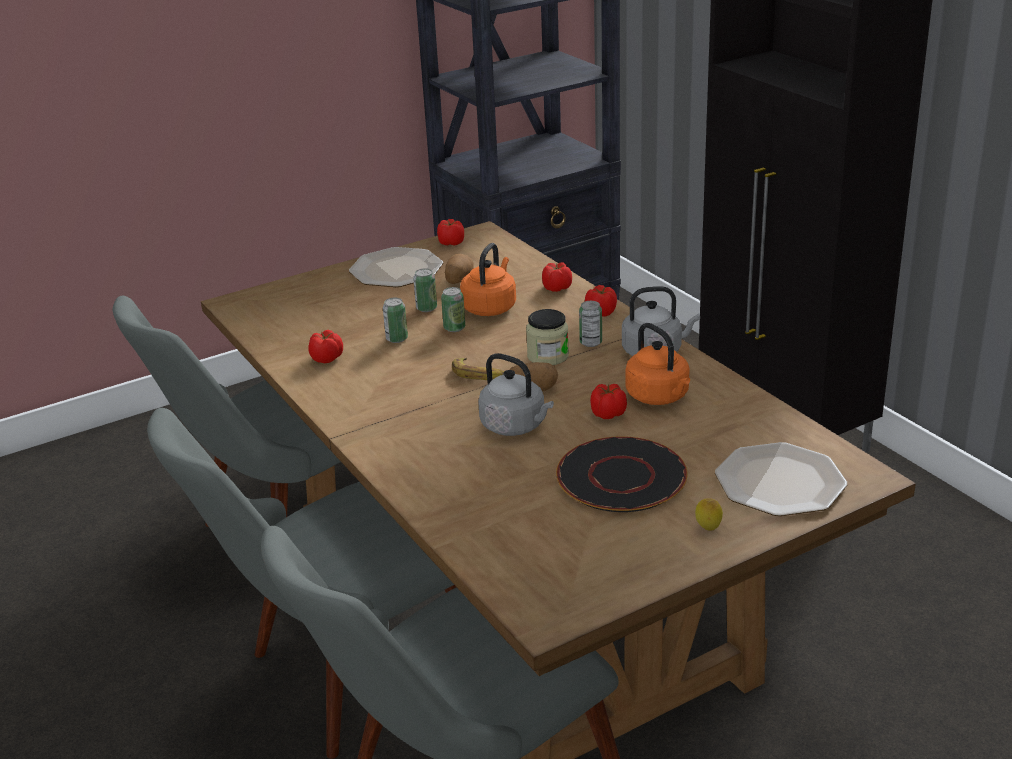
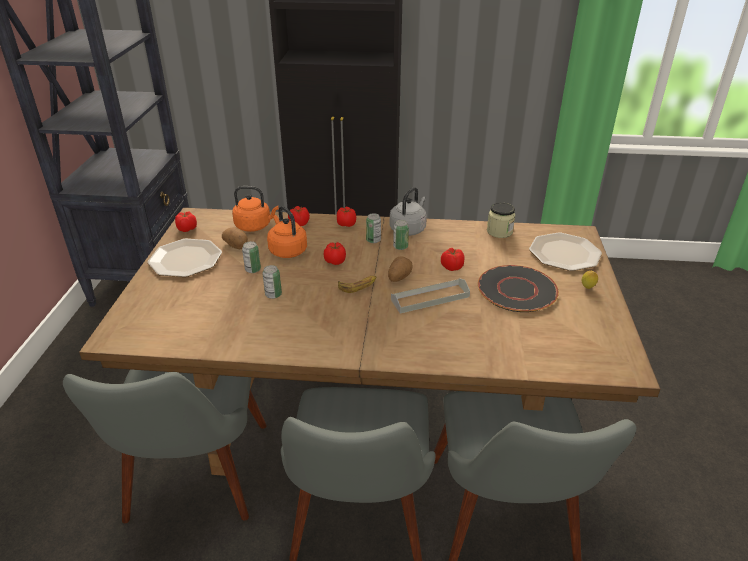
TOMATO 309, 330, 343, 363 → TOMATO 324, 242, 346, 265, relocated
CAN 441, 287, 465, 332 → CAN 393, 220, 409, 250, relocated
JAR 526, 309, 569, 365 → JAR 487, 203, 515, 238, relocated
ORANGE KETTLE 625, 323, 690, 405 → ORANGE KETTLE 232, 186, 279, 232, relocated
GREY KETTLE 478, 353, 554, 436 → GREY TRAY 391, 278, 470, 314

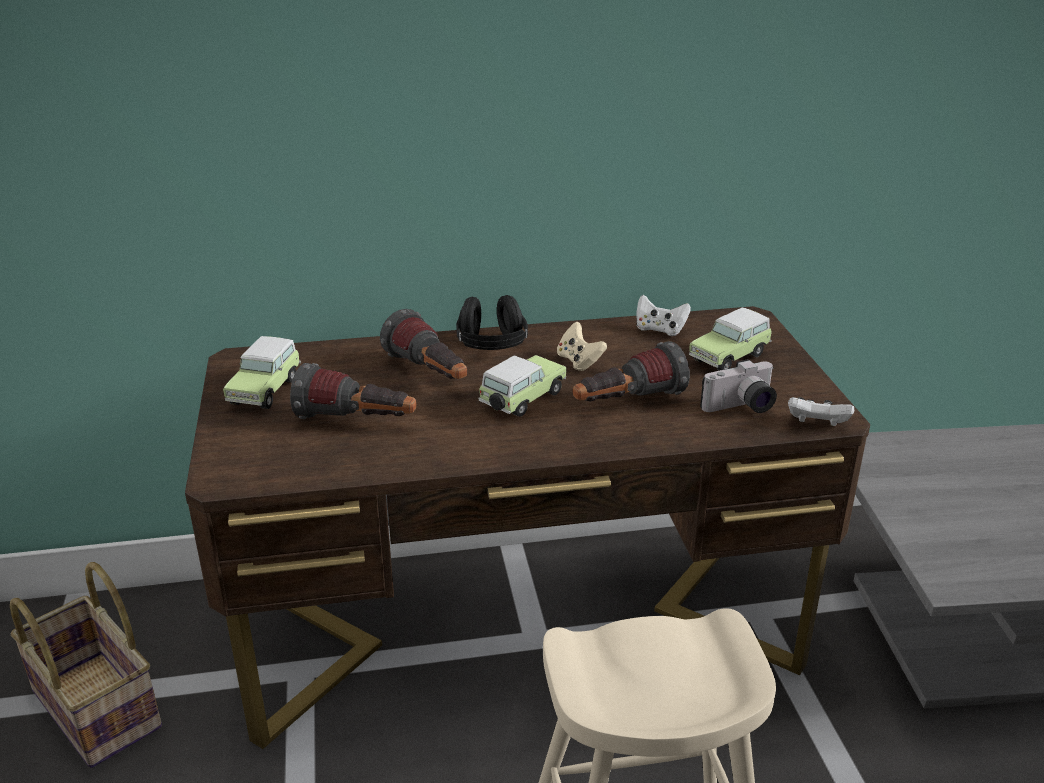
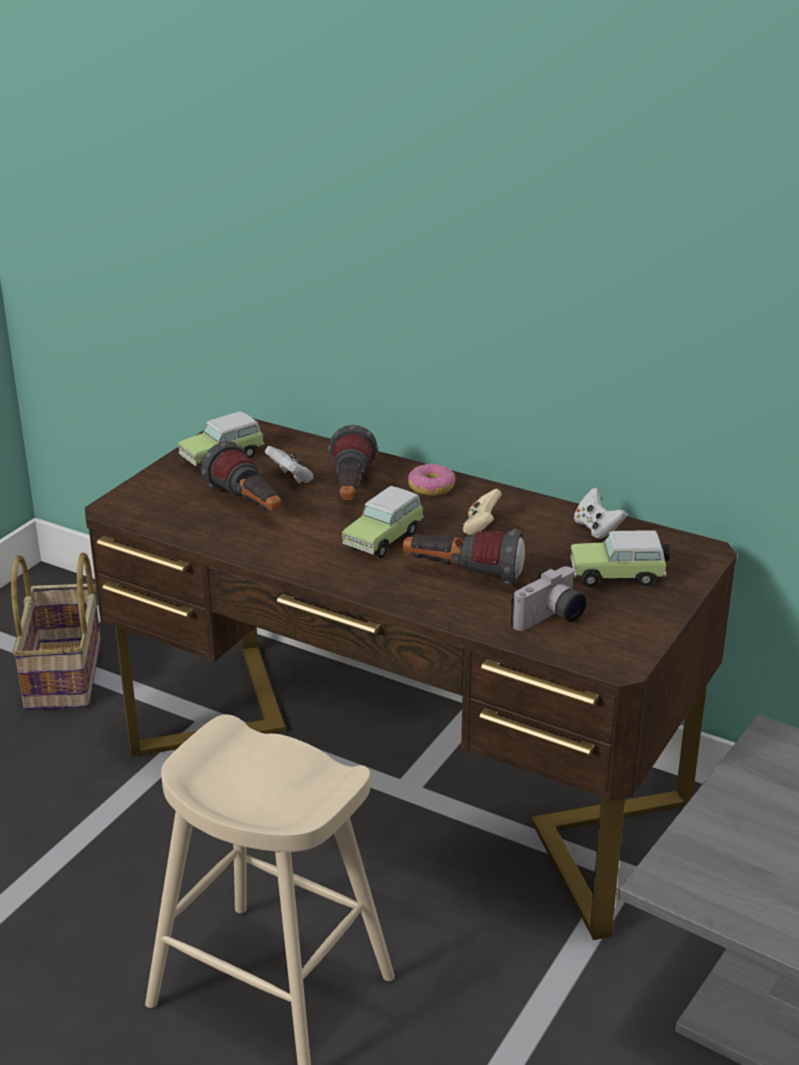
WHITE GAME CONTROLLER 788, 397, 854, 426 → WHITE GAME CONTROLLER 265, 446, 314, 484, relocated
BLACK HEADPHONES 456, 295, 528, 350 → DONUT 408, 464, 455, 496
TOY CAR 478, 355, 567, 417 → TOY CAR 342, 486, 424, 559, 135 degrees clockwise
PHOTO CAMERA 700, 359, 777, 413 → PHOTO CAMERA 511, 566, 586, 631, 60 degrees counterclockwise

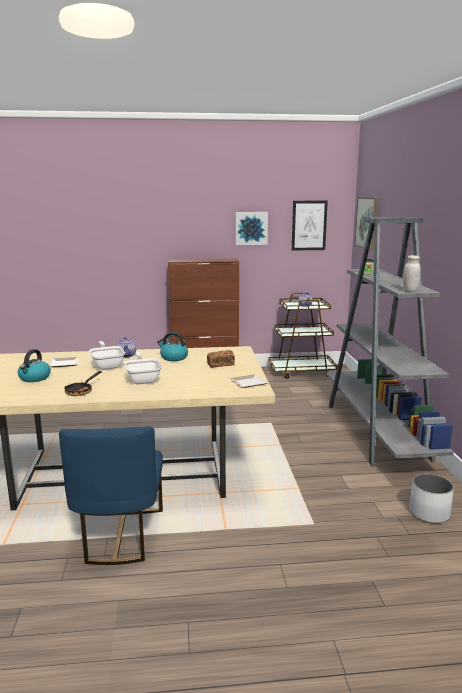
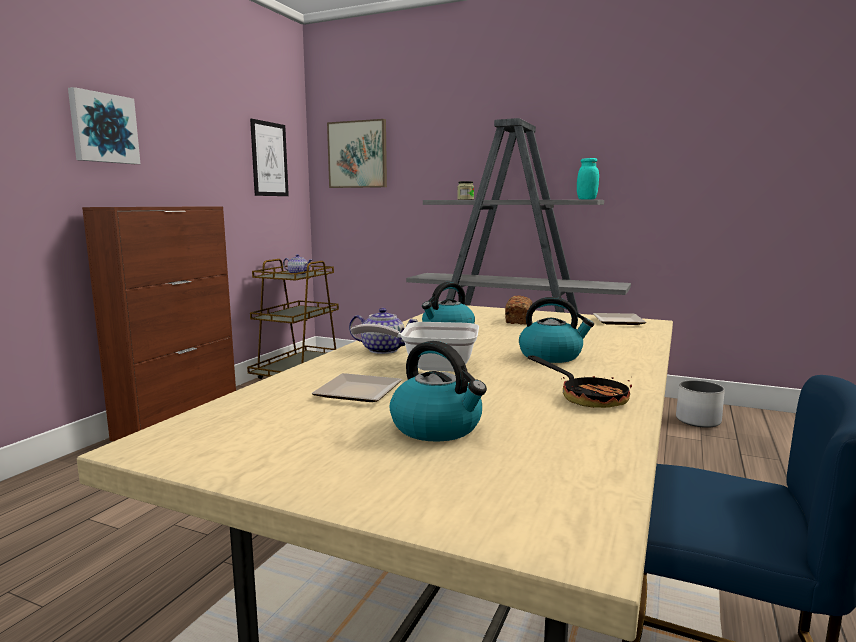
PICTURE 235, 212, 268, 245 → PICTURE 68, 87, 140, 164, relocated
FRYING PAN 124, 352, 162, 384 → KETTLE 519, 297, 594, 363
WHITE JAR 403, 255, 420, 292 → TURQUOISE JAR 577, 158, 599, 200

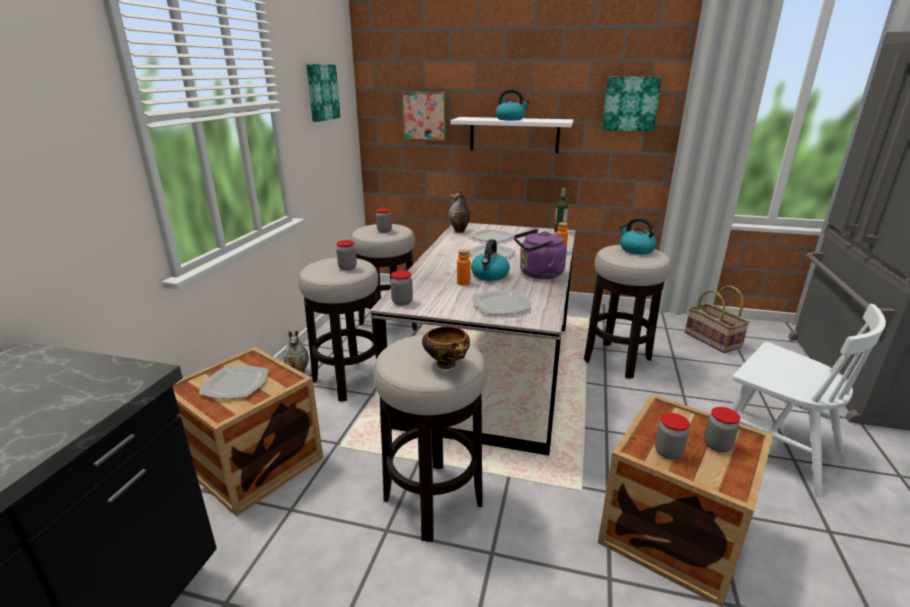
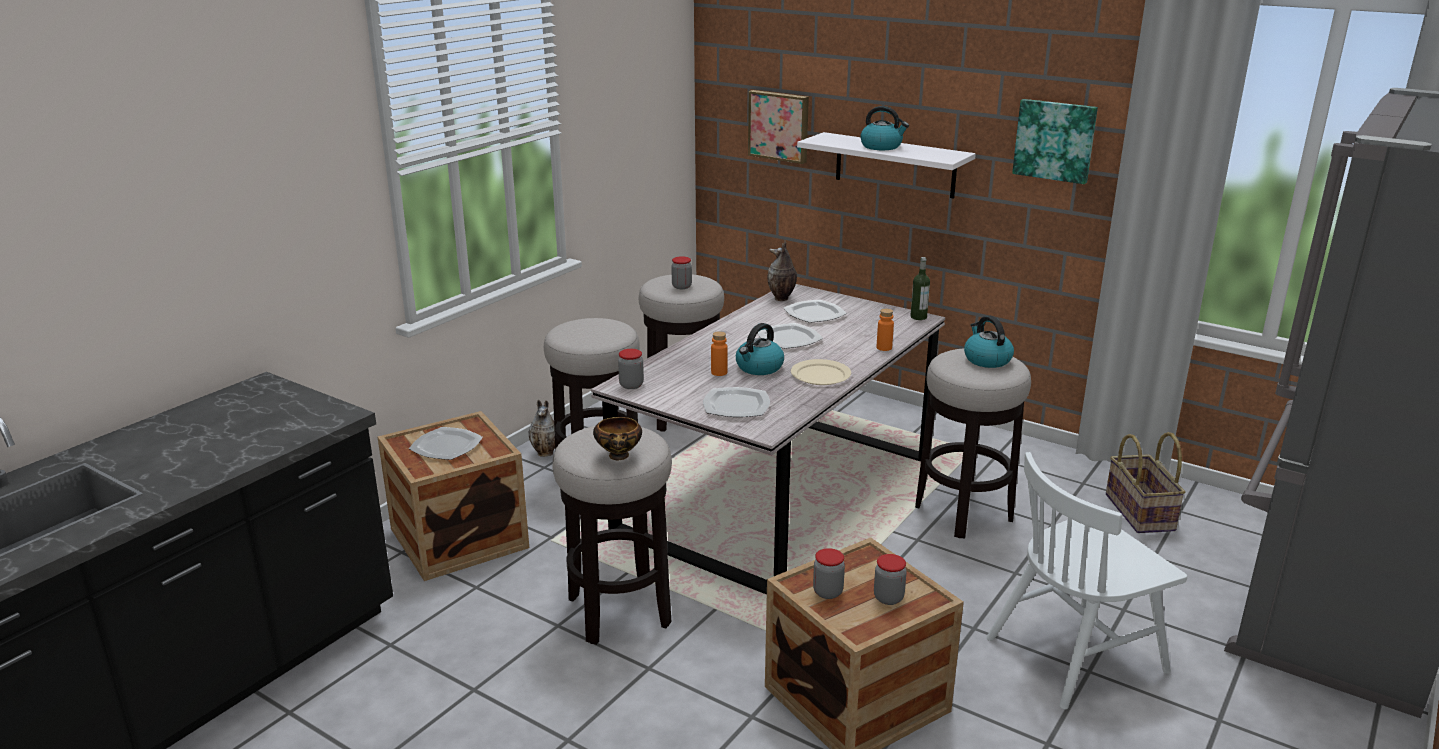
PICTURE 306, 64, 340, 122 → -
JAR 336, 240, 357, 270 → -
PURPLE KETTLE 514, 229, 567, 279 → BEIGE PLATE 791, 359, 851, 385
WHITE CHAIR 730, 304, 886, 497 → WHITE CHAIR 986, 452, 1187, 710, 90 degrees clockwise

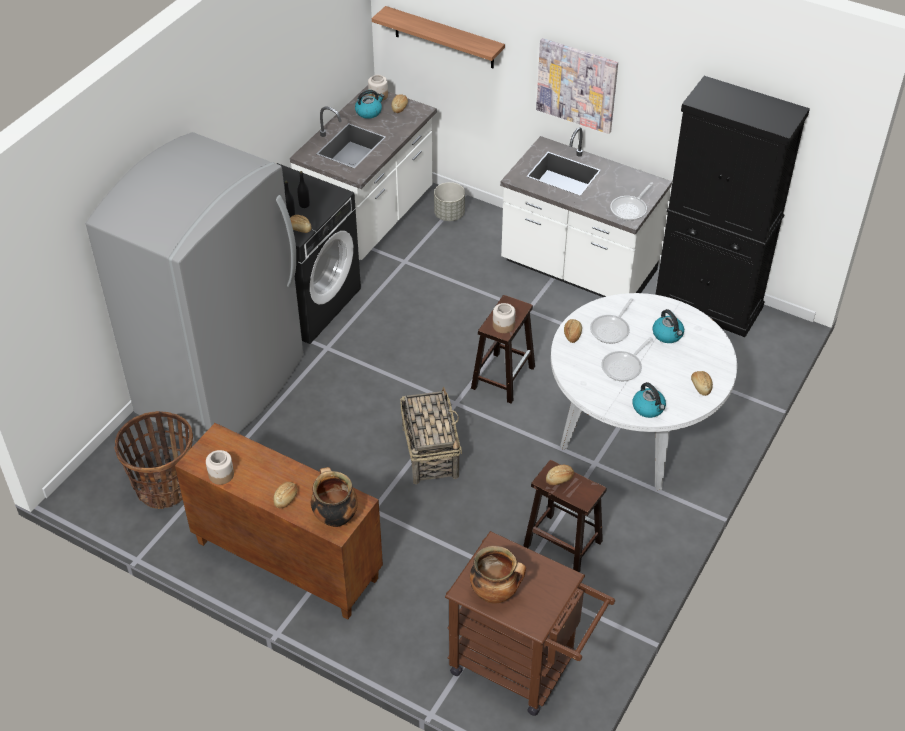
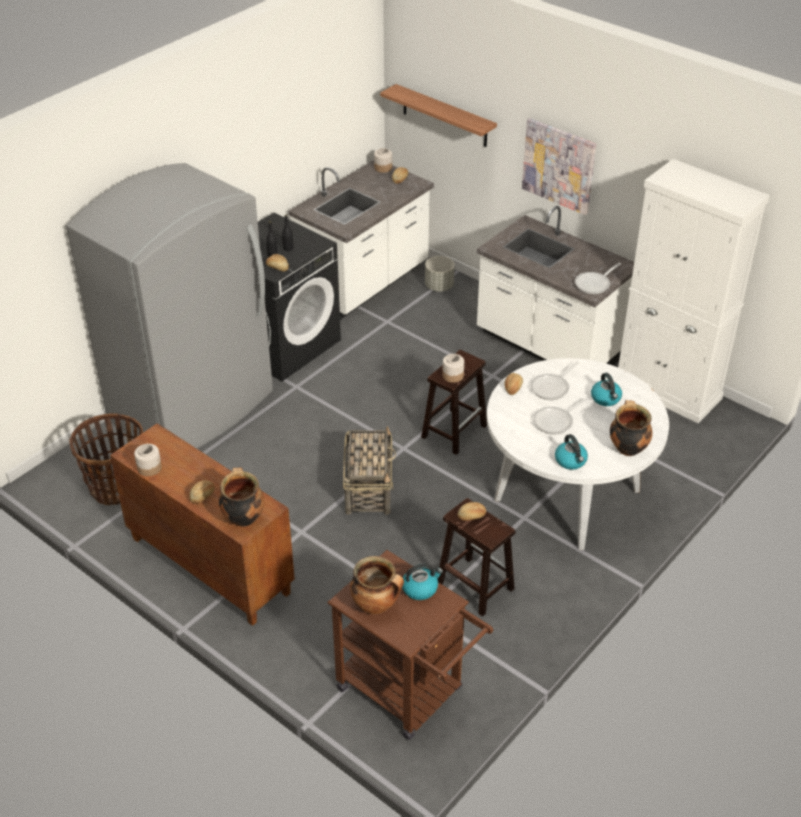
KETTLE 355, 90, 384, 119 → KETTLE 402, 564, 443, 600, relocated
BREAD 691, 371, 713, 396 → COOKING POT 610, 400, 652, 456
BLACK CABINET 655, 76, 810, 337 → WHITE CABINET 618, 159, 770, 423

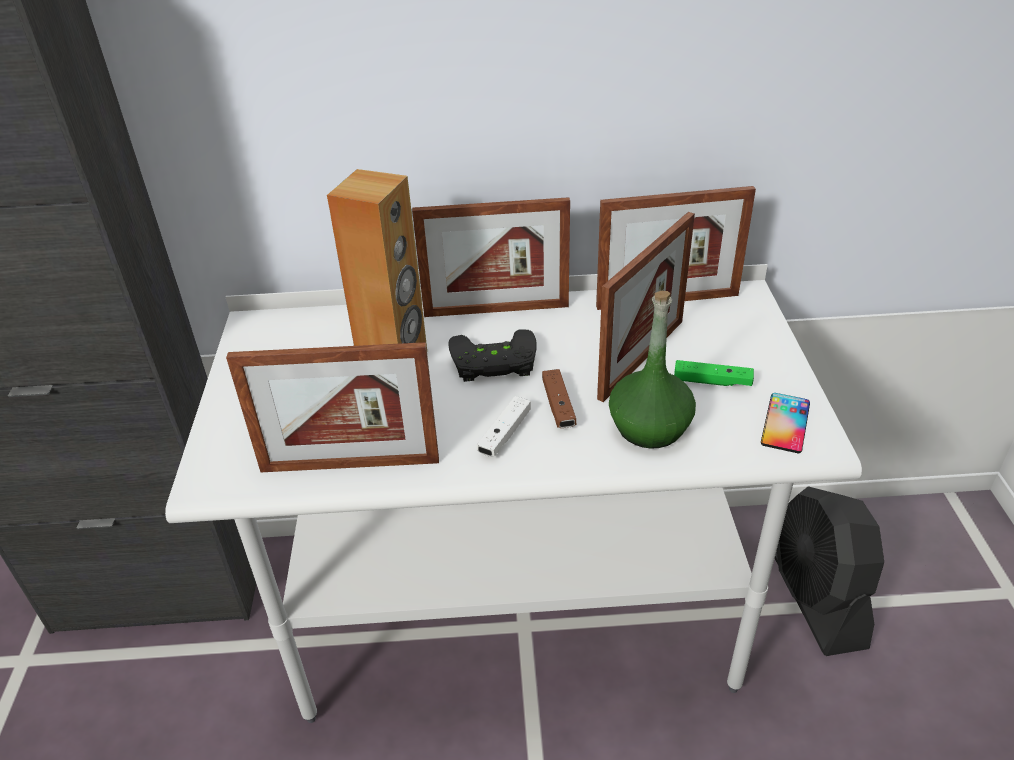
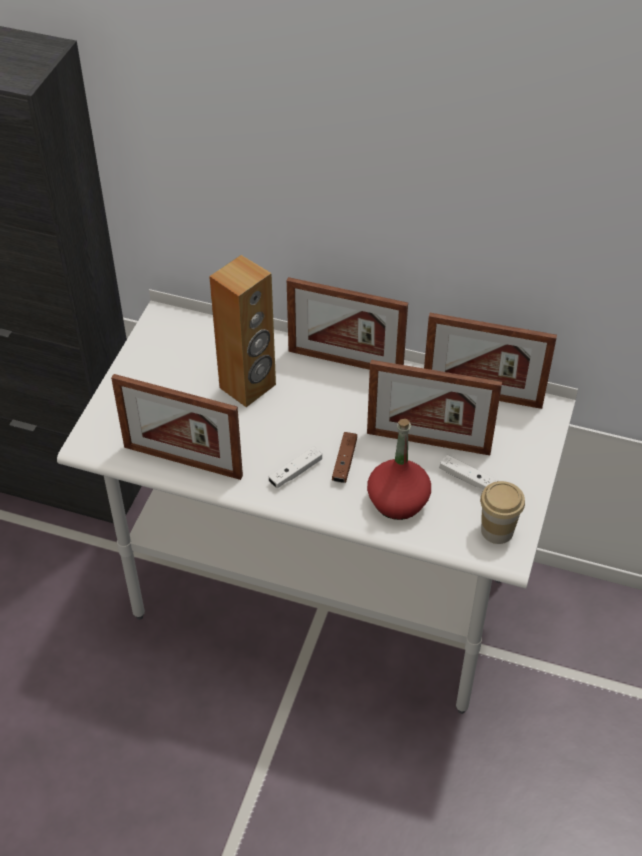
BLACK GAME CONTROLLER 448, 330, 536, 382 → -
BLACK FAN 775, 486, 884, 656 → -
PHONE 761, 393, 810, 453 → CUP 480, 481, 525, 544
GREEN BOTTLE 609, 291, 696, 449 → RED BOTTLE 367, 419, 431, 520
GREEN GAME CONTROLLER 674, 360, 754, 386 → WHITE GAME CONTROLLER 440, 455, 498, 490
PICTURE FRAME 597, 212, 695, 402 → PICTURE FRAME 367, 360, 502, 455, 45 degrees clockwise

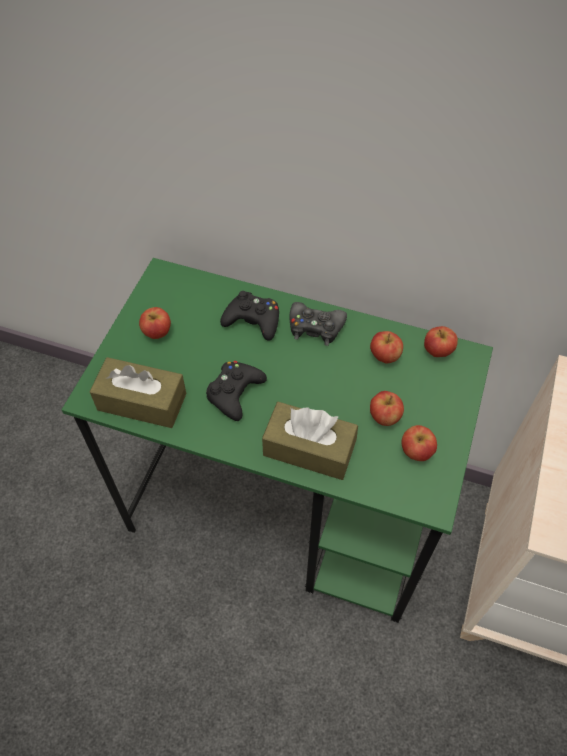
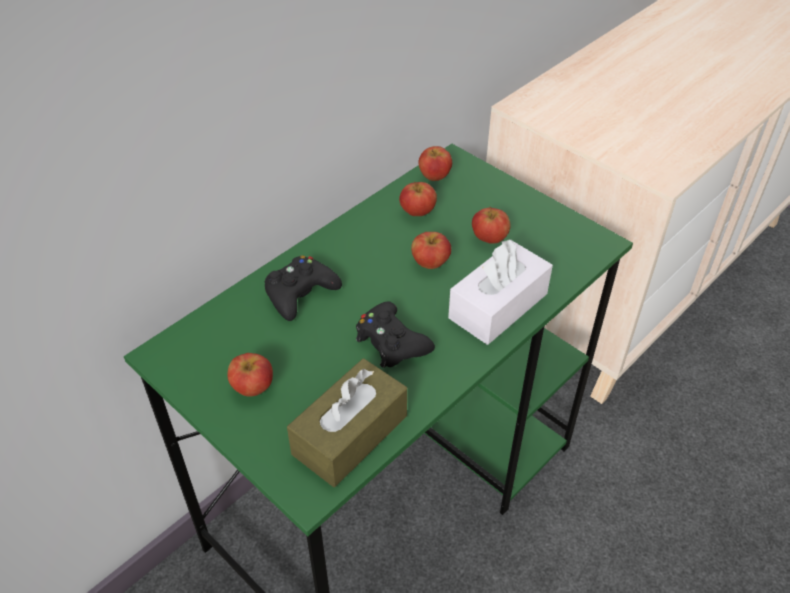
BLACK GAME CONTROLLER 290, 302, 347, 346 → -
APPLE 401, 425, 437, 461 → APPLE 411, 232, 451, 269, relocated
BROWN TISSUE BOX 262, 402, 358, 480 → WHITE TISSUE BOX 448, 240, 553, 345

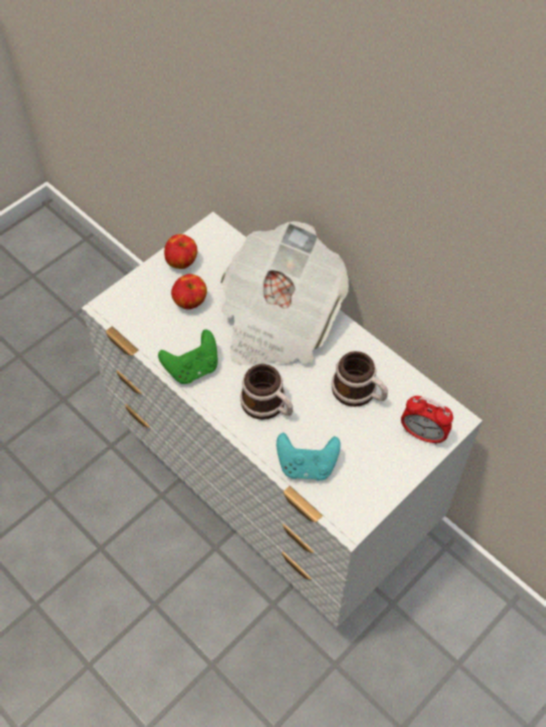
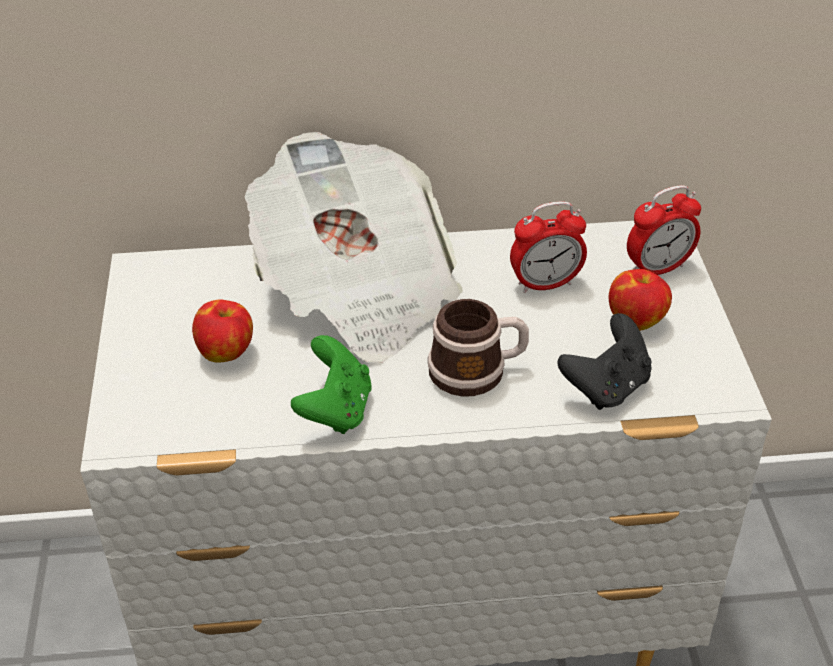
APPLE 164, 234, 197, 269 → APPLE 609, 269, 672, 331, relocated
MUG 331, 351, 388, 407 → ALARM CLOCK 510, 201, 587, 293
TURQUOISE GAME CONTROLLER 276, 433, 341, 481 → BLACK GAME CONTROLLER 557, 313, 652, 410

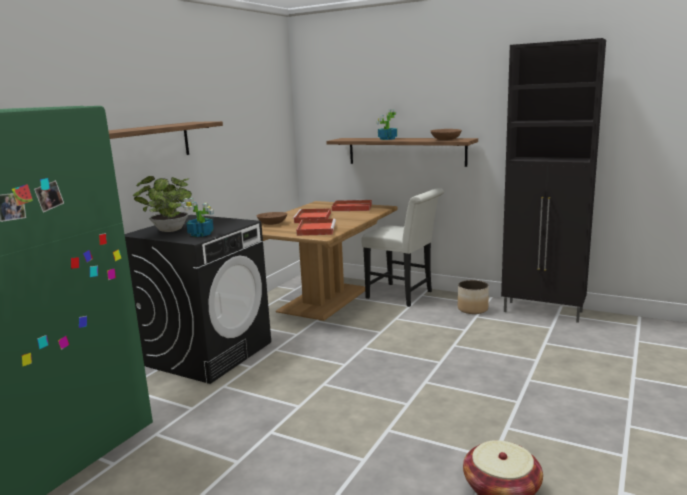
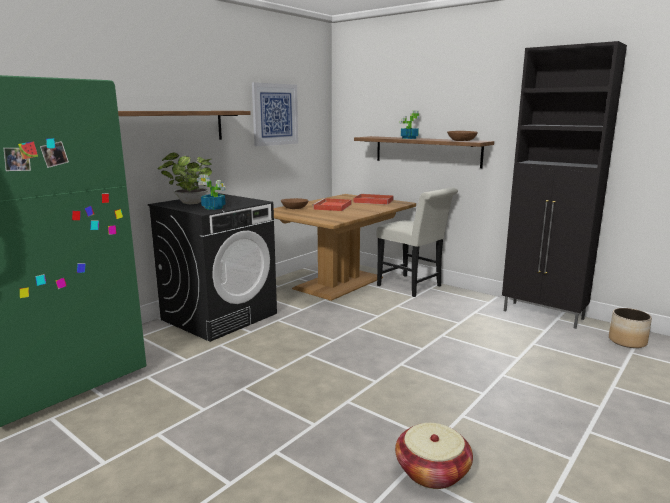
RED TRAY 296, 218, 336, 236 → -
- → PICTURE 252, 82, 298, 146
PLANTER 458, 280, 489, 314 → PLANTER 609, 308, 652, 348, relocated

